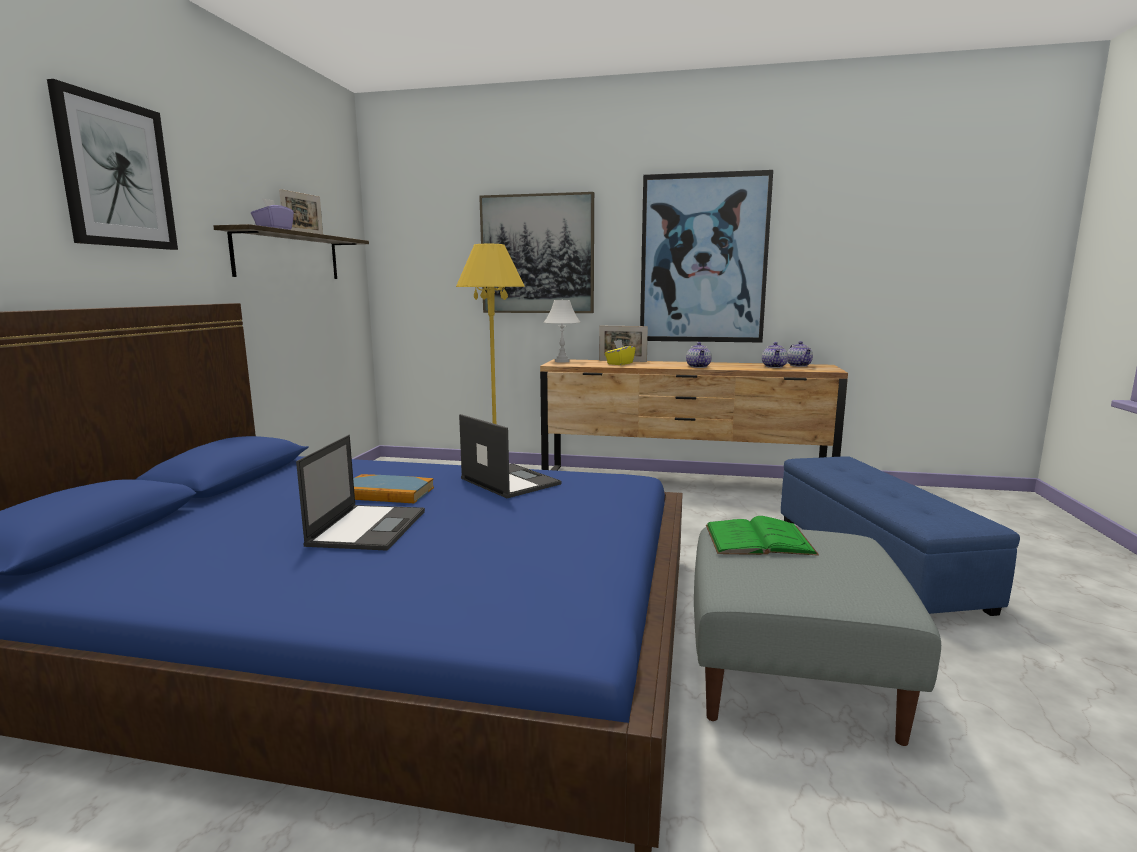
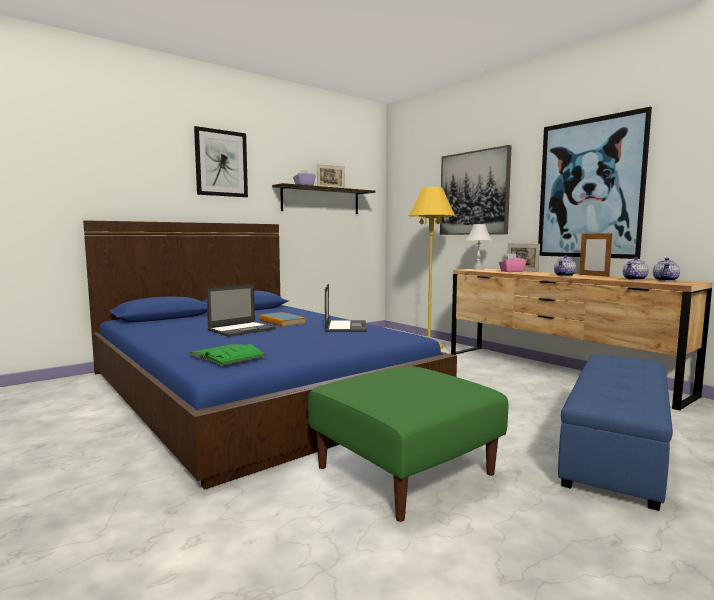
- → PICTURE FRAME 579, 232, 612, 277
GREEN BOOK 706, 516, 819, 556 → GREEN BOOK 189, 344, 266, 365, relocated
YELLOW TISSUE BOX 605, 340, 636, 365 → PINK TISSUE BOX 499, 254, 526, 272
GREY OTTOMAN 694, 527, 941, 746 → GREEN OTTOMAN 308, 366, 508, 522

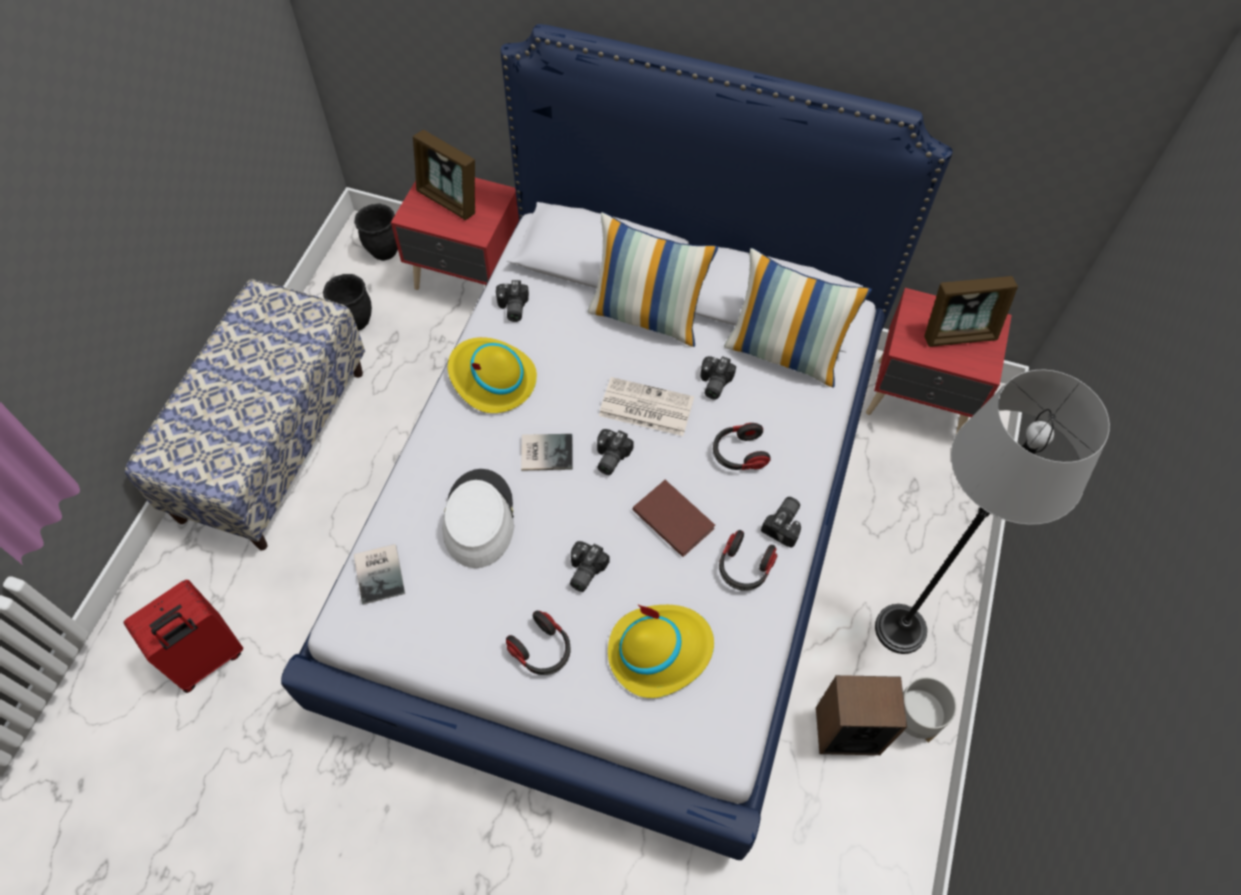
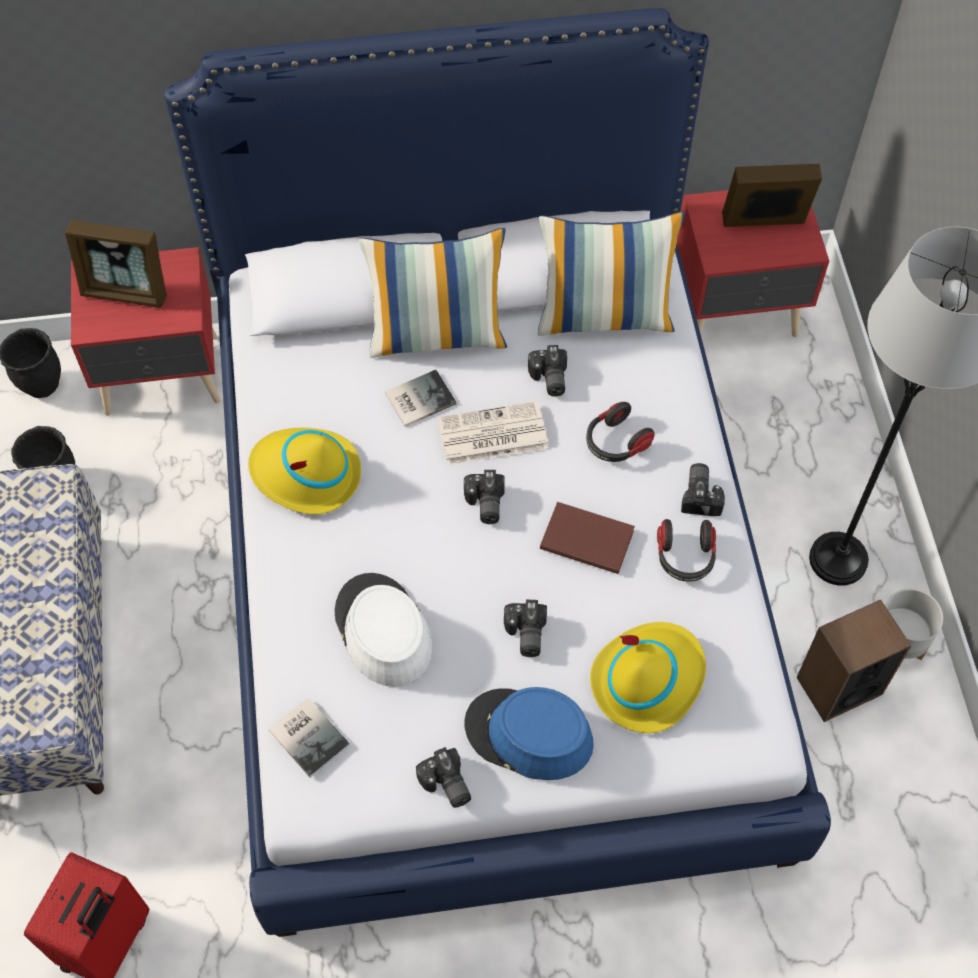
PHOTO CAMERA 496, 280, 529, 322 → PHOTO CAMERA 416, 747, 471, 808, relocated
BOOK 521, 434, 573, 471 → BOOK 385, 370, 457, 427, relocated
HEADPHONES 506, 611, 570, 675 → BLUE HAT 464, 687, 594, 780
PICTURE FRAME 924, 276, 1018, 347 → PICTURE FRAME 722, 164, 822, 227, 150 degrees counterclockwise

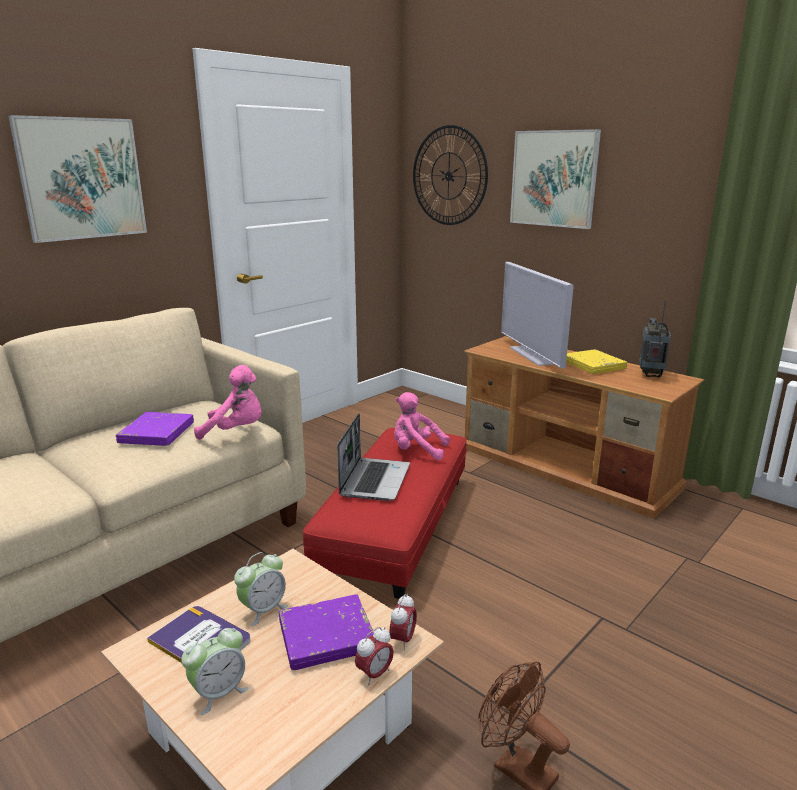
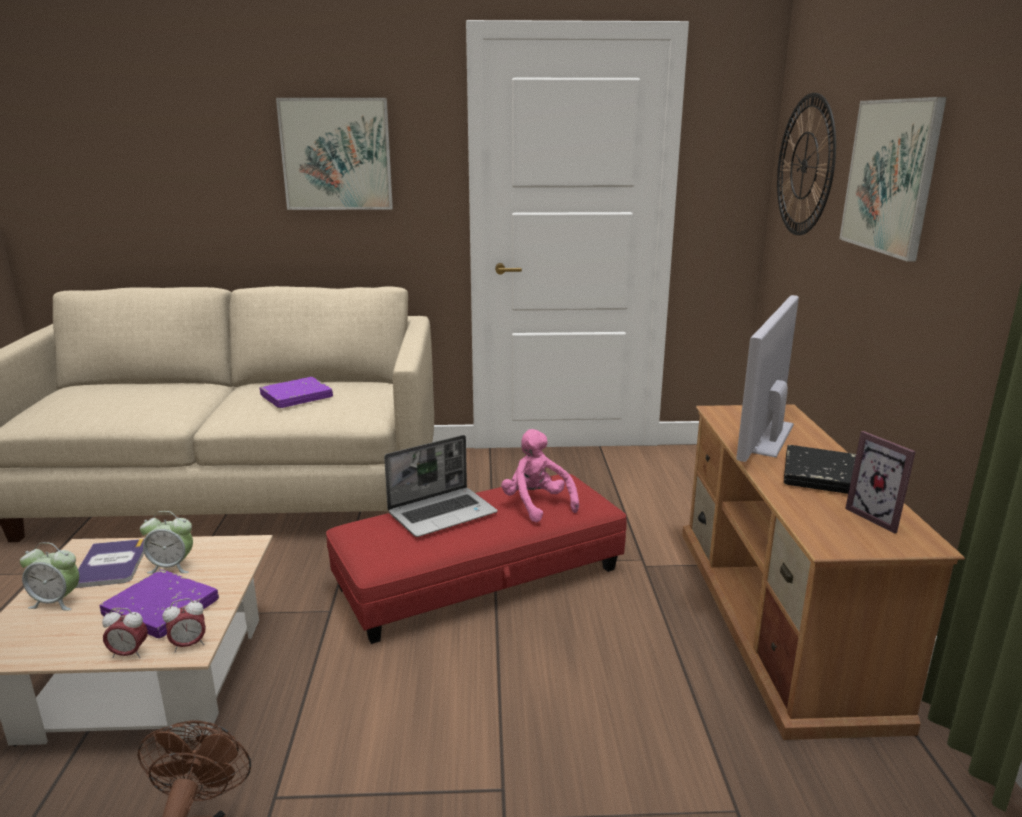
PINK PLUSH TOY 194, 365, 262, 440 → -
RADIO 639, 300, 671, 377 → PICTURE FRAME 845, 431, 916, 534
YELLOW BOOK 566, 349, 627, 374 → BLACK BOOK 784, 445, 856, 494

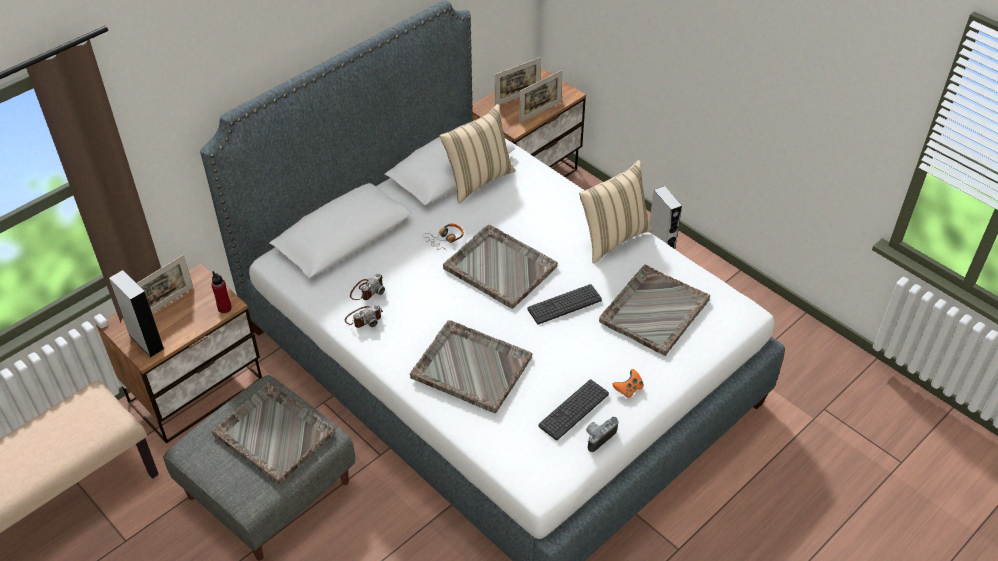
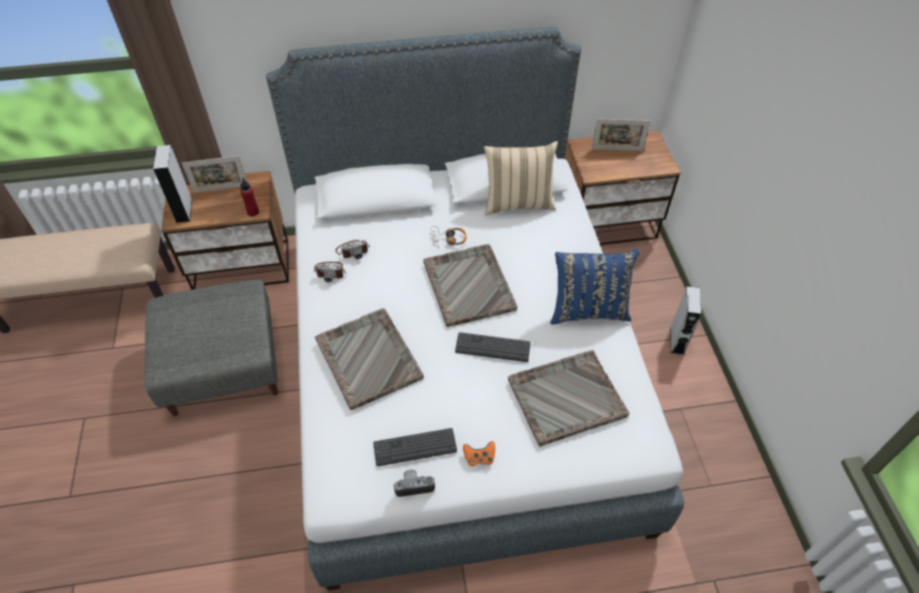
GREY TRAY 212, 383, 335, 484 → -
PICTURE FRAME 519, 70, 563, 123 → -
BEIGE PILLOW 579, 160, 652, 263 → BLUE PILLOW 550, 249, 639, 325

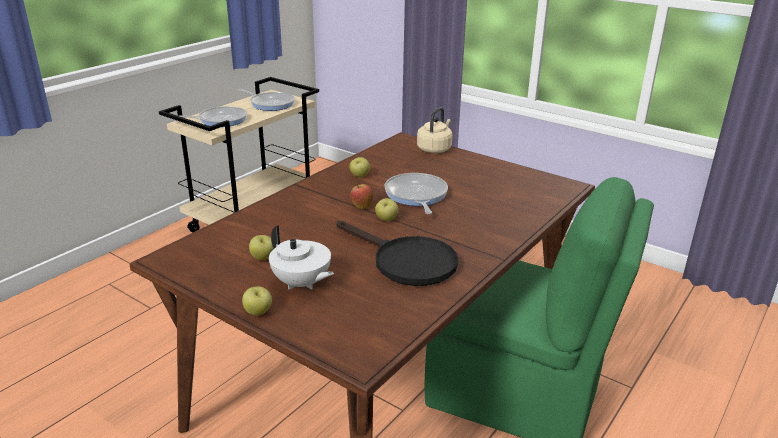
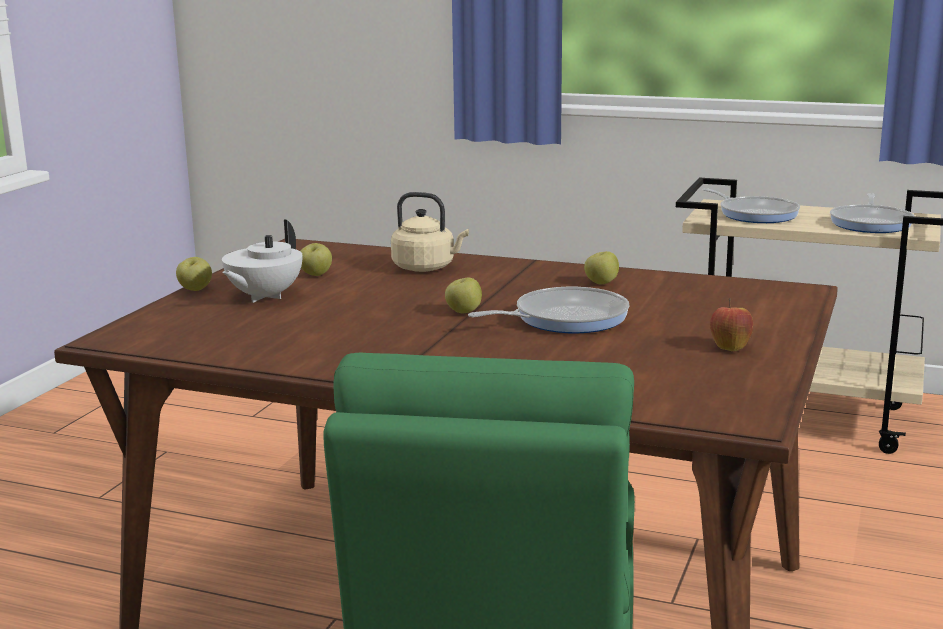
BLACK FRYING PAN 337, 221, 458, 286 → -
APPLE 350, 182, 374, 209 → APPLE 710, 298, 753, 352, relocated
BEIGE KETTLE 417, 107, 453, 153 → BEIGE KETTLE 391, 192, 469, 272, relocated

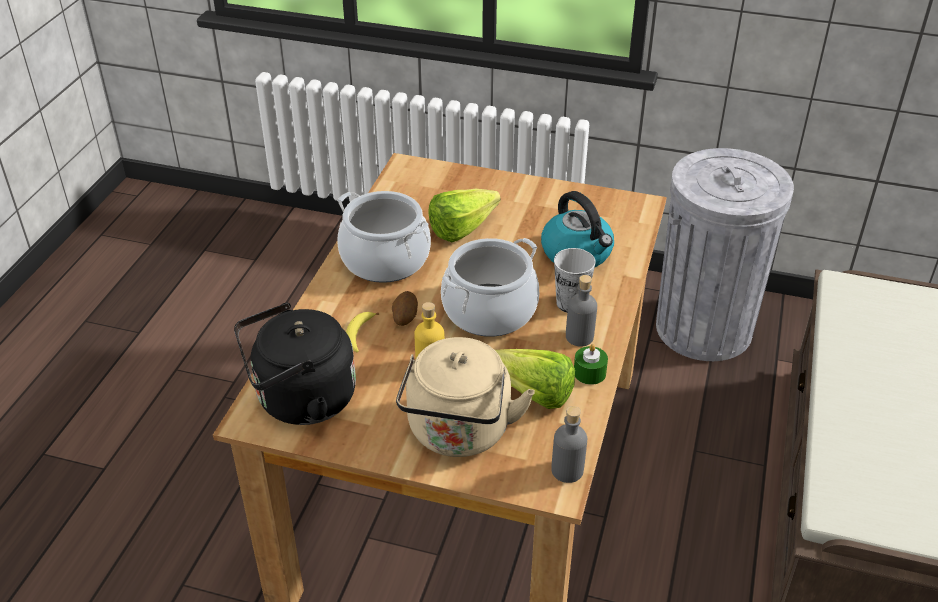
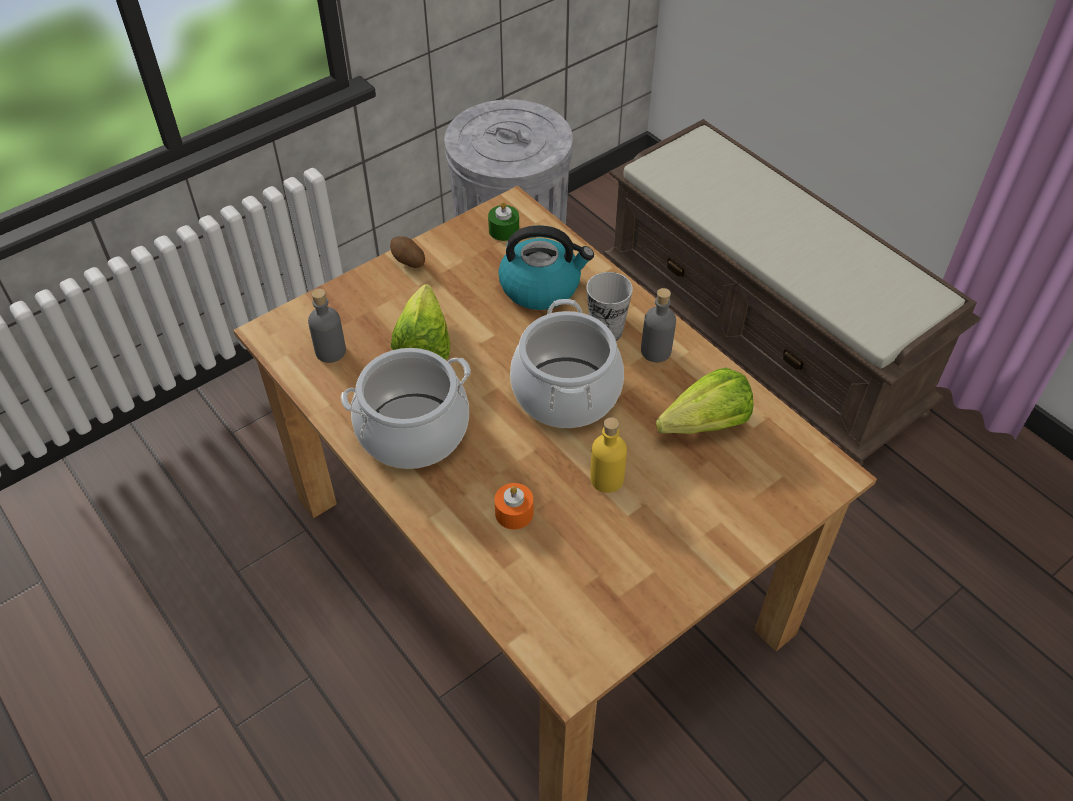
BLACK KETTLE 234, 303, 356, 425 → -
BEIGE KETTLE 396, 337, 535, 457 → -
POTATO 392, 291, 418, 326 → POTATO 390, 236, 425, 268, relocated
GREY BOTTLE 551, 406, 587, 483 → GREY BOTTLE 308, 289, 346, 363, relocated
GREEN CANDLE 574, 344, 608, 385 → GREEN CANDLE 488, 202, 519, 241, relocated
BANANA 346, 312, 379, 352 → ORANGE CANDLE 494, 483, 533, 530

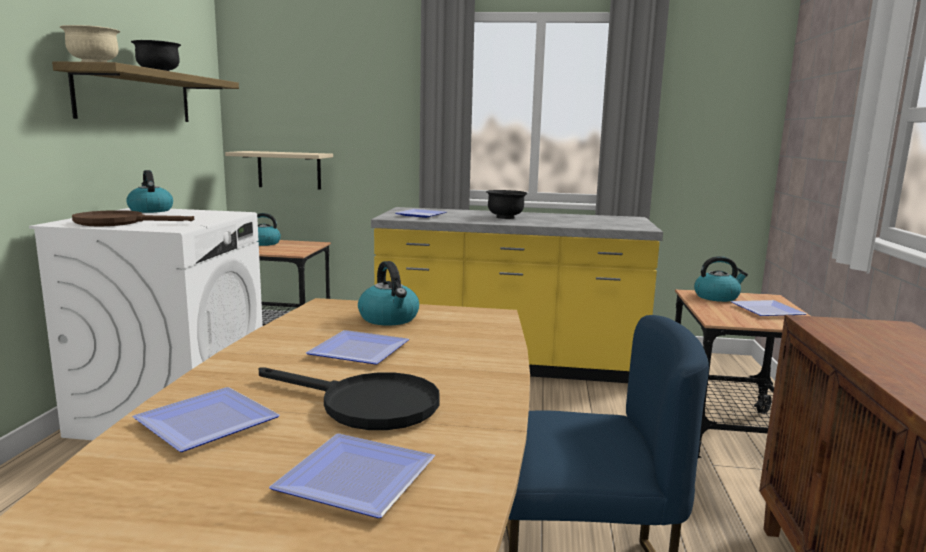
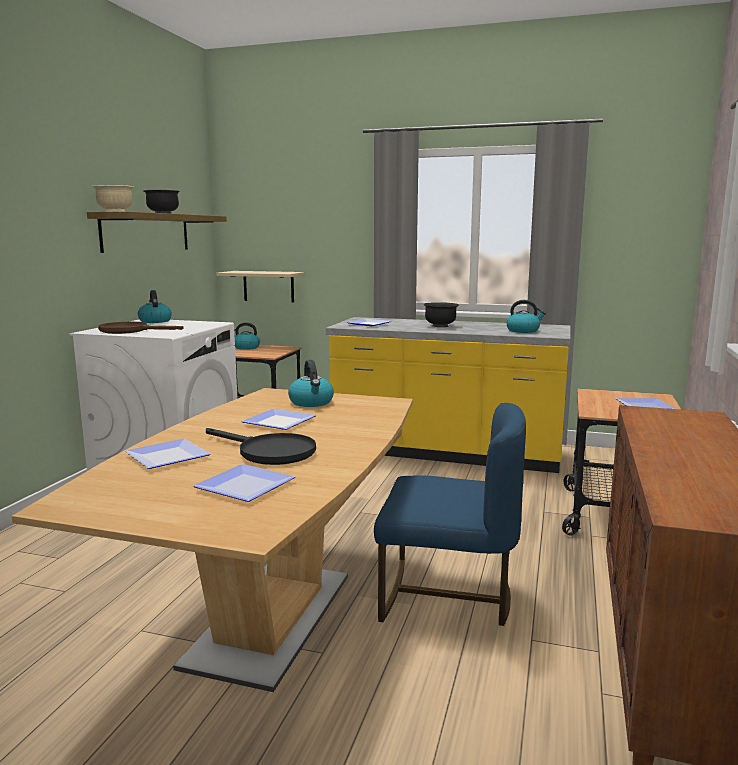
KETTLE 694, 256, 748, 302 → KETTLE 506, 300, 546, 333, relocated

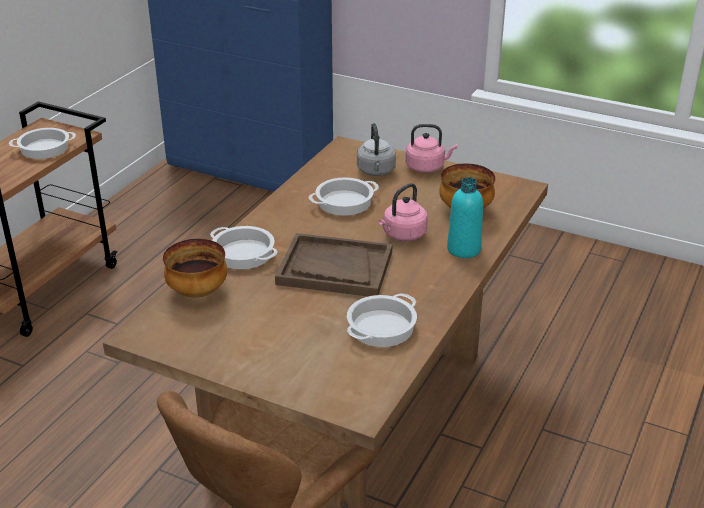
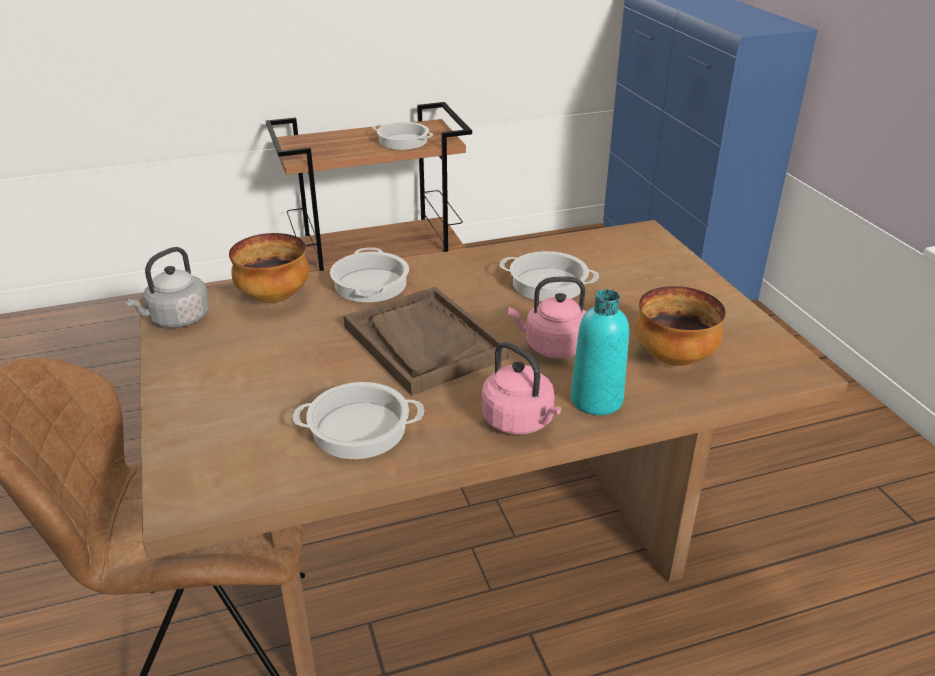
GREY KETTLE 357, 123, 396, 176 → GREY KETTLE 126, 247, 210, 328, relocated
PINK KETTLE 405, 124, 457, 173 → PINK KETTLE 482, 342, 562, 434, relocated

